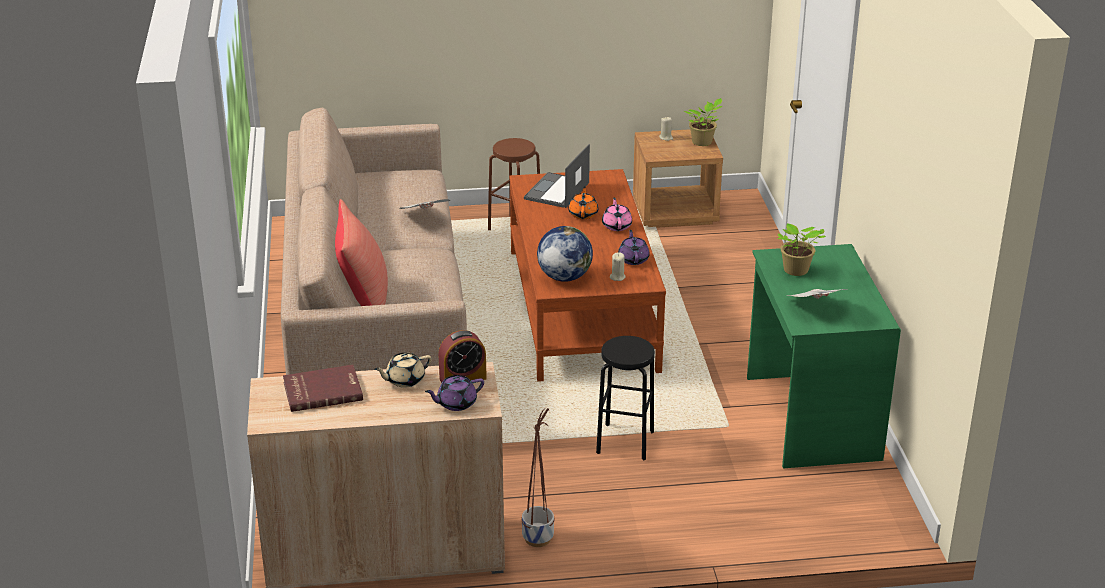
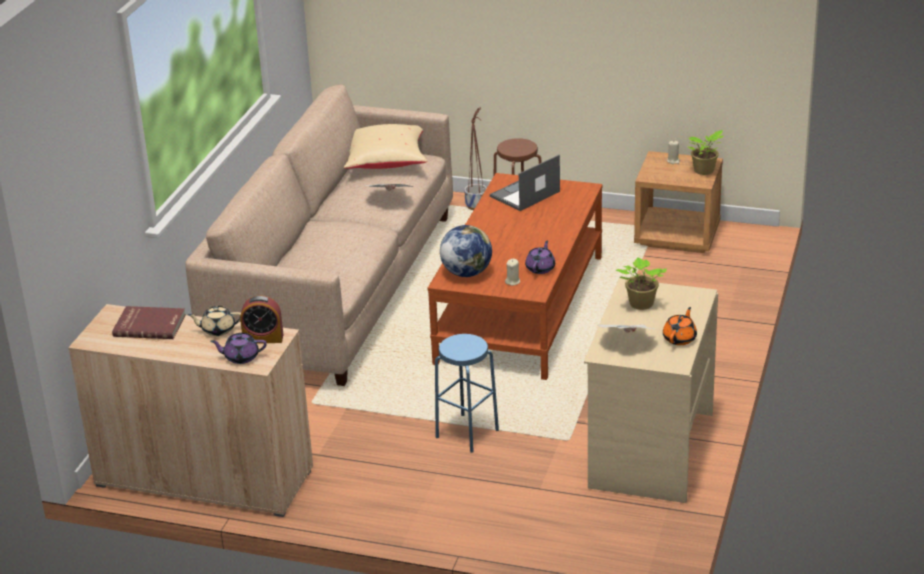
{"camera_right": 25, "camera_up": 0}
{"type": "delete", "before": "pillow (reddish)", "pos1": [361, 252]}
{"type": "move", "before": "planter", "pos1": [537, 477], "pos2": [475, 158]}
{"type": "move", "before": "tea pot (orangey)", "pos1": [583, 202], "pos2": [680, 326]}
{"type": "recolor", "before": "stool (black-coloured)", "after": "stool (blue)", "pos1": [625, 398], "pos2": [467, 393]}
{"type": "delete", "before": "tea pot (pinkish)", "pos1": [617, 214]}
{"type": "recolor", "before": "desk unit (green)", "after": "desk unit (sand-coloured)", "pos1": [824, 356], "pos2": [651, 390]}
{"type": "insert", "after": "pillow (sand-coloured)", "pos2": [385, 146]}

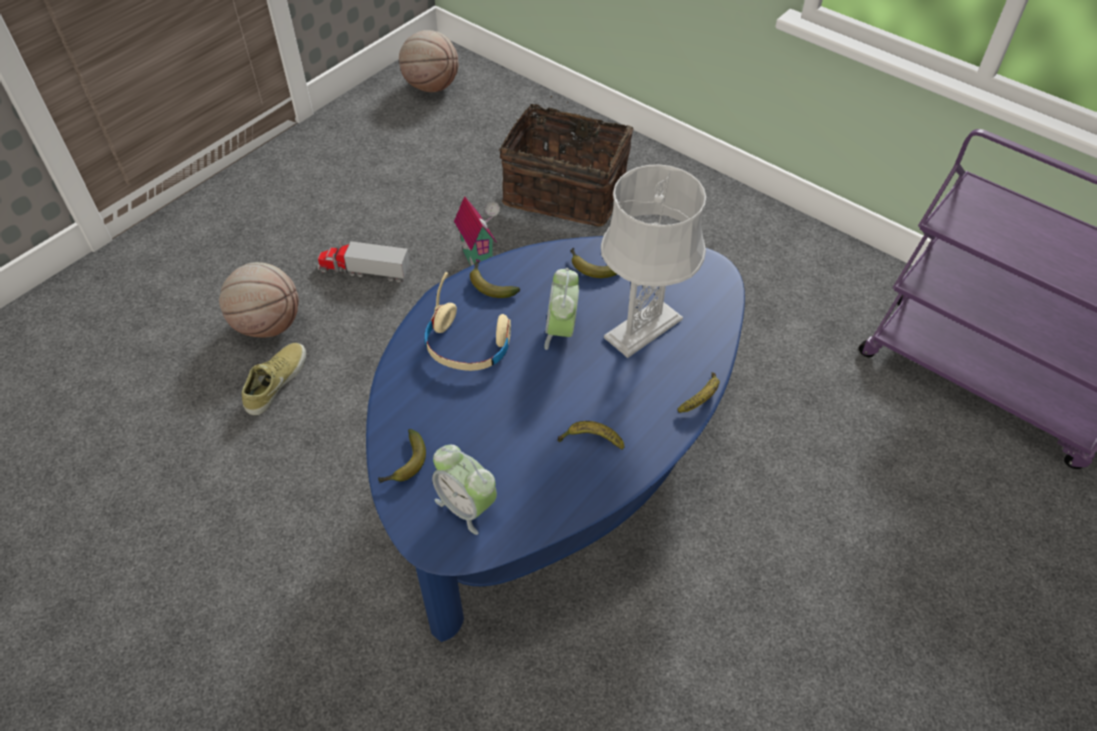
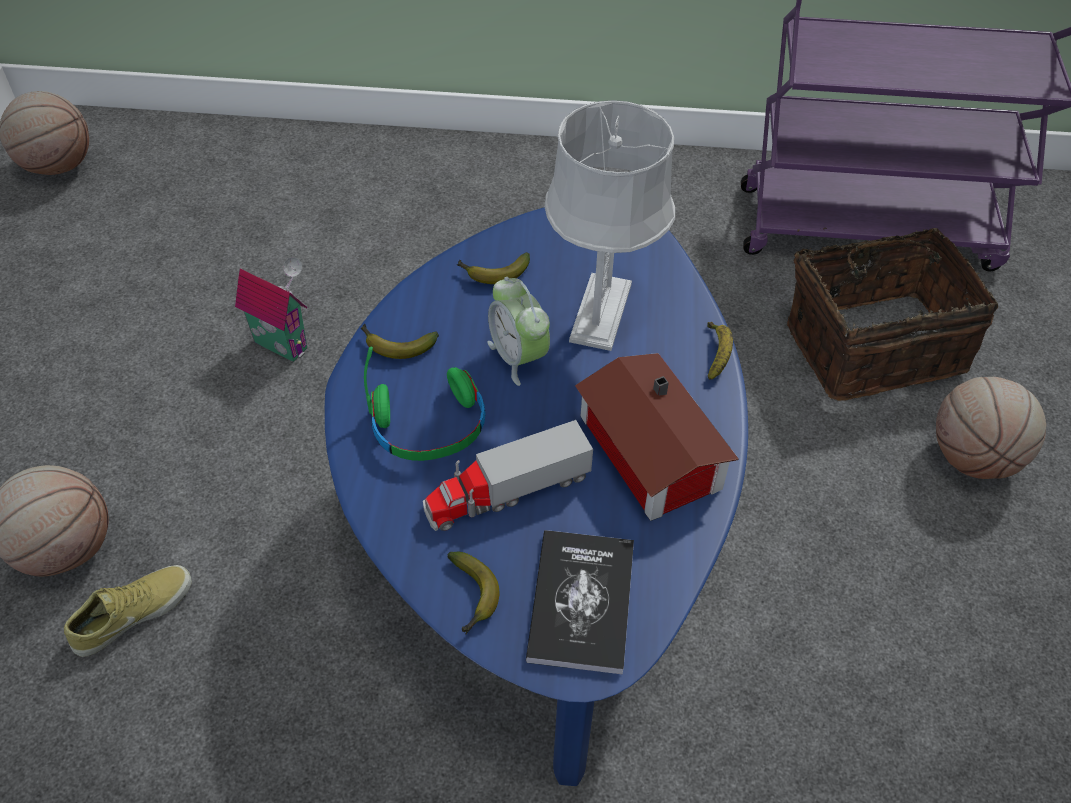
{"camera_right": -35, "camera_up": 0}
{"type": "rotate", "before": "item of footwear (sand-coloured)", "pos1": [274, 379], "pos2": [128, 611], "turn": 60}
{"type": "move", "before": "model truck", "pos1": [364, 261], "pos2": [508, 475]}
{"type": "recolor", "before": "pair of headphones (sand-coloured)", "after": "pair of headphones (green)", "pos1": [467, 321], "pos2": [425, 404]}
{"type": "replace", "before": "table clock", "after": "volume", "pos1": [464, 490], "pos2": [580, 602]}
{"type": "move", "before": "basket", "pos1": [566, 161], "pos2": [892, 314]}
{"type": "replace", "before": "banana", "after": "toy house", "pos1": [591, 435], "pos2": [657, 437]}
{"type": "insert", "after": "basketball", "pos2": [991, 428]}

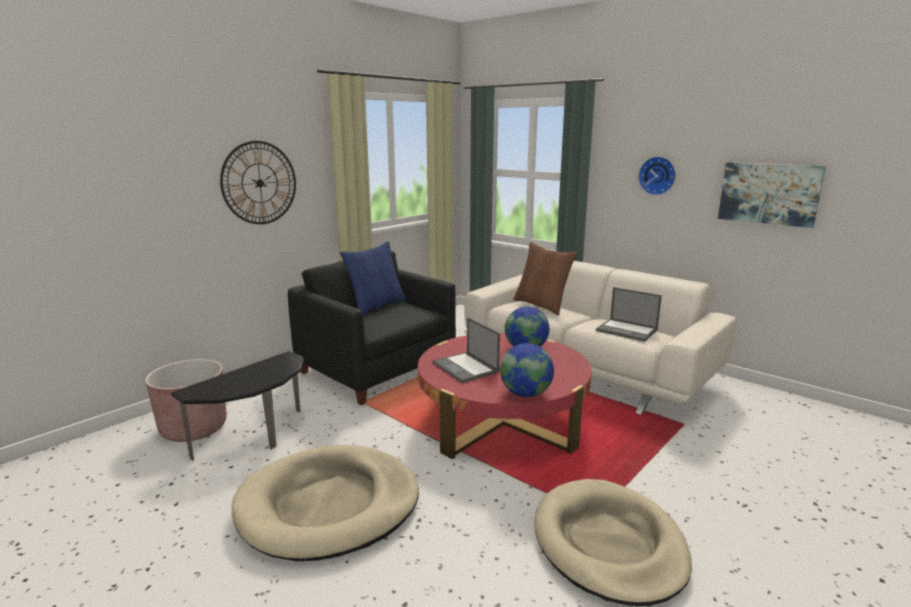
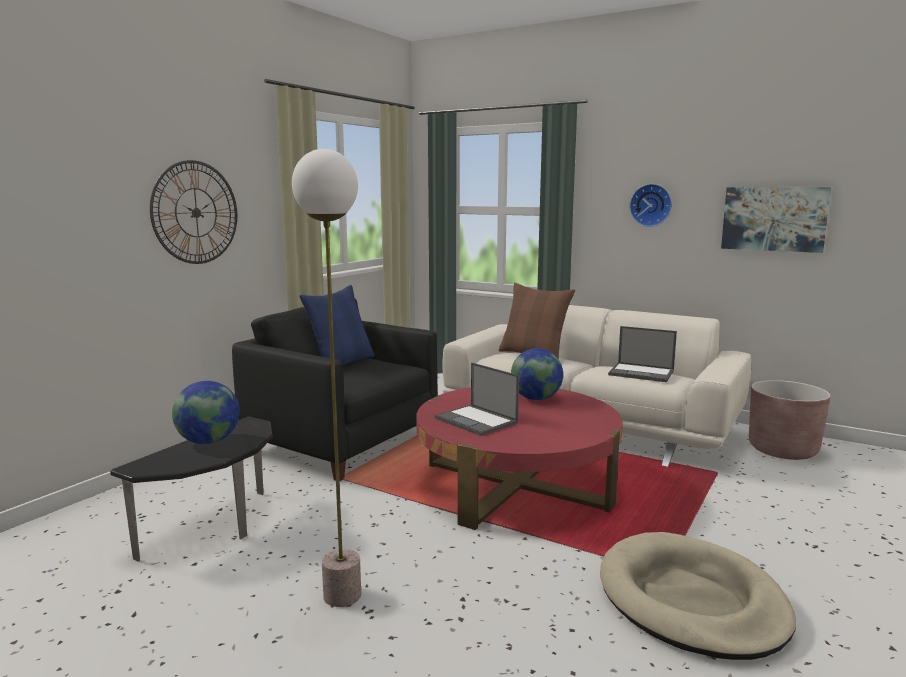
{"camera_right": -10, "camera_up": -5}
{"type": "move", "before": "planter (brown)", "pos1": [186, 400], "pos2": [790, 420]}
{"type": "replace", "before": "dog bed (sand-coloured)", "after": "floor lamp", "pos1": [325, 503], "pos2": [326, 378]}
{"type": "move", "before": "world globe", "pos1": [527, 370], "pos2": [206, 412]}

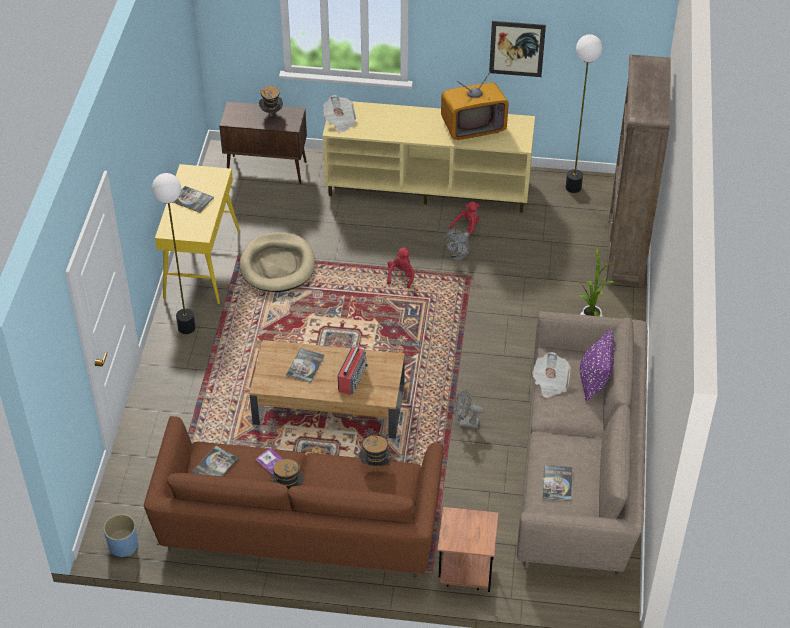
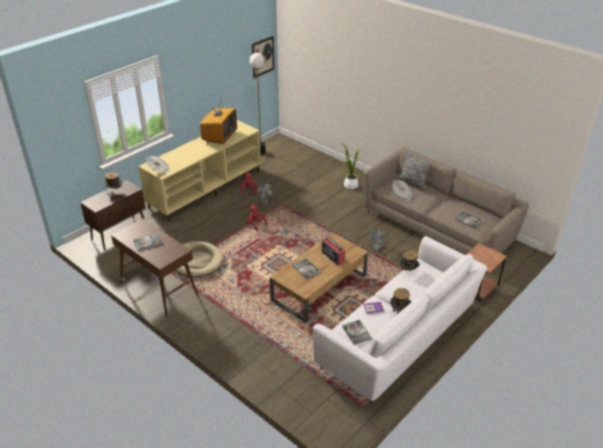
{"camera_right": -55, "camera_up": -10}
{"type": "delete", "before": "planter (blue)", "pos1": [120, 535]}
{"type": "recolor", "before": "sofa (brown)", "after": "sofa (white-coloured)", "pos1": [293, 497], "pos2": [400, 320]}
{"type": "delete", "before": "floor lamp", "pos1": [174, 253]}
{"type": "recolor", "before": "hall table (yellow-coloured)", "after": "hall table (brown)", "pos1": [197, 234], "pos2": [154, 268]}
{"type": "move", "before": "wall art", "pos1": [517, 49], "pos2": [263, 57]}
{"type": "recolor", "before": "pillow (purplish)", "after": "pillow (greyish)", "pos1": [597, 365], "pos2": [415, 172]}
{"type": "delete", "before": "bookcase (brown)", "pos1": [638, 171]}

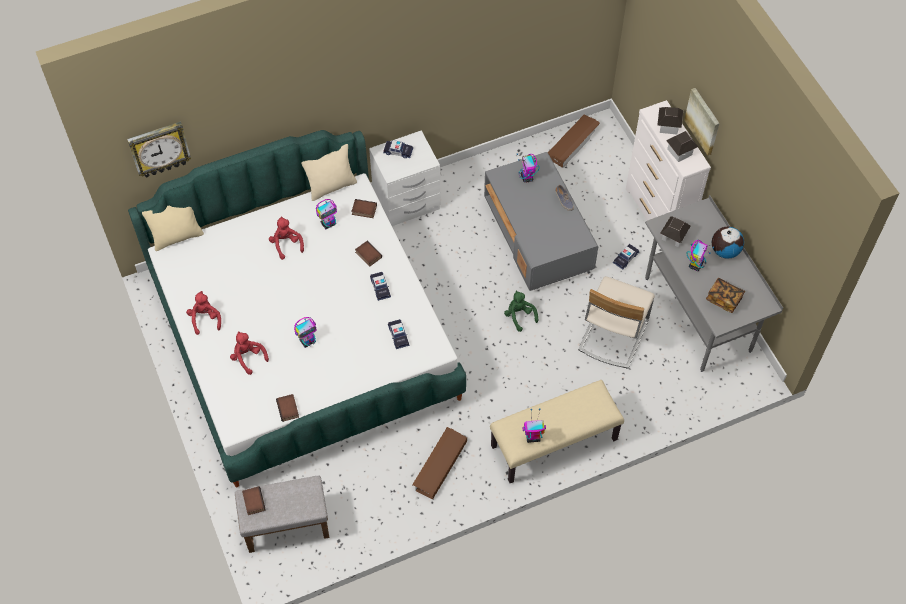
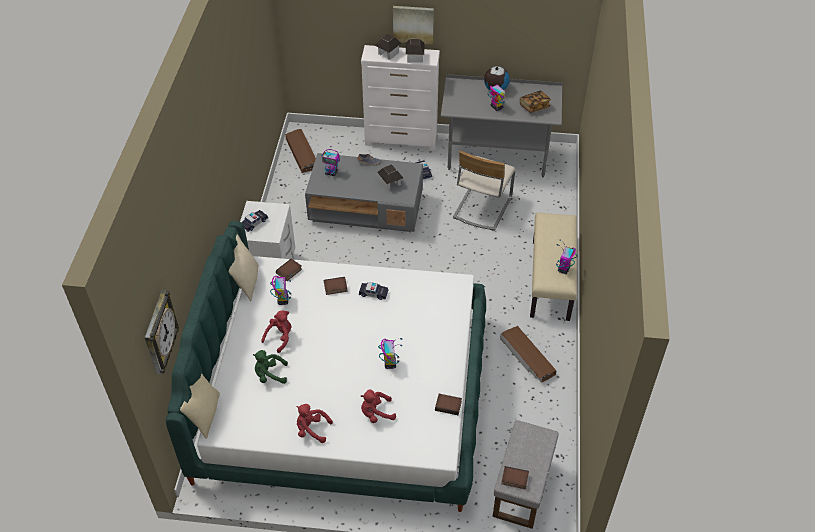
{"camera_right": -60, "camera_up": -10}
{"type": "rotate", "before": "plush toy (reddish)", "pos1": [286, 238], "pos2": [276, 331], "turn": 120}
{"type": "delete", "before": "toy car", "pos1": [398, 334]}
{"type": "move", "before": "plush toy (green)", "pos1": [521, 311], "pos2": [270, 367]}
{"type": "rotate", "before": "chair (sand-coloured)", "pos1": [616, 323], "pos2": [484, 190], "turn": 60}
{"type": "move", "before": "toy house", "pos1": [675, 231], "pos2": [390, 177]}

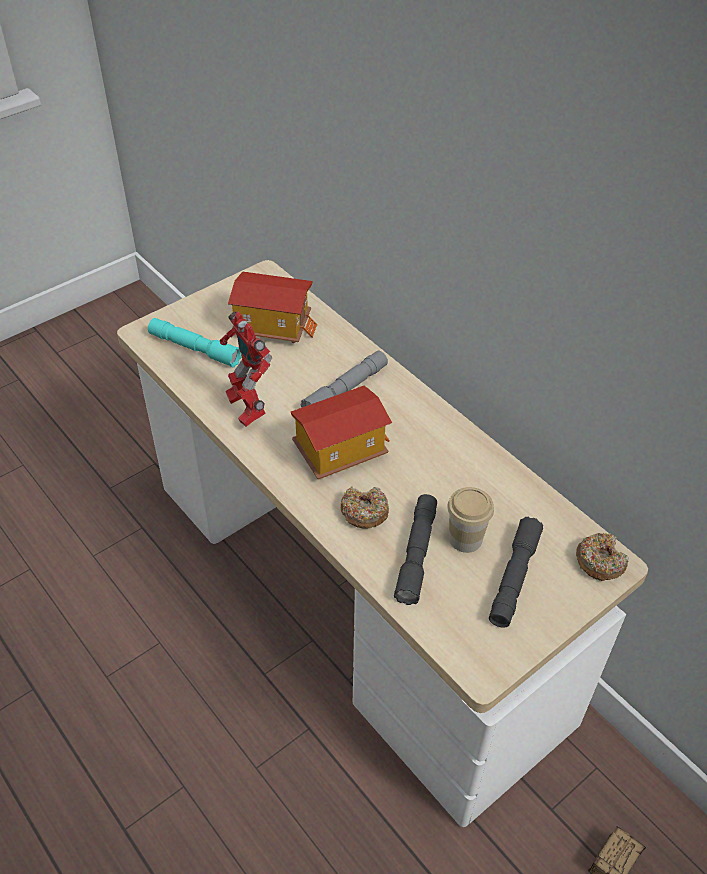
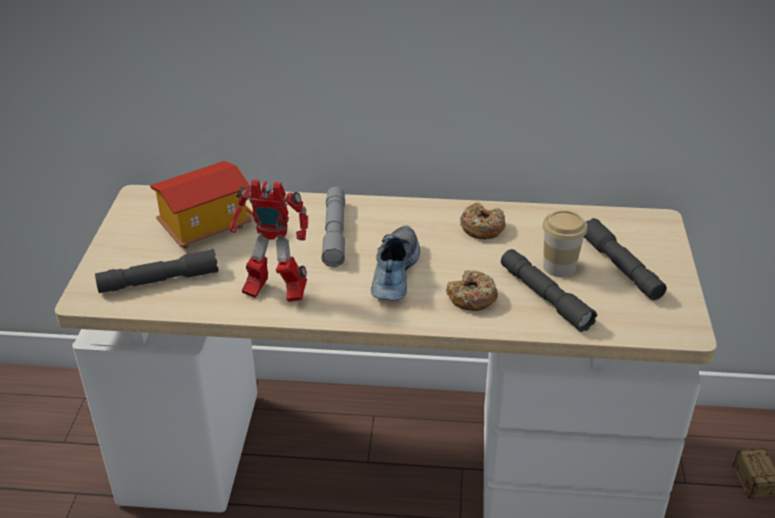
{"camera_right": -45, "camera_up": -10}
{"type": "recolor", "before": "hand torch (turquoise-coloured)", "after": "hand torch (greyish)", "pos1": [195, 342], "pos2": [156, 271]}
{"type": "replace", "before": "toy house", "after": "item of footwear", "pos1": [341, 432], "pos2": [395, 263]}
{"type": "move", "before": "ring doughnut", "pos1": [602, 557], "pos2": [483, 221]}

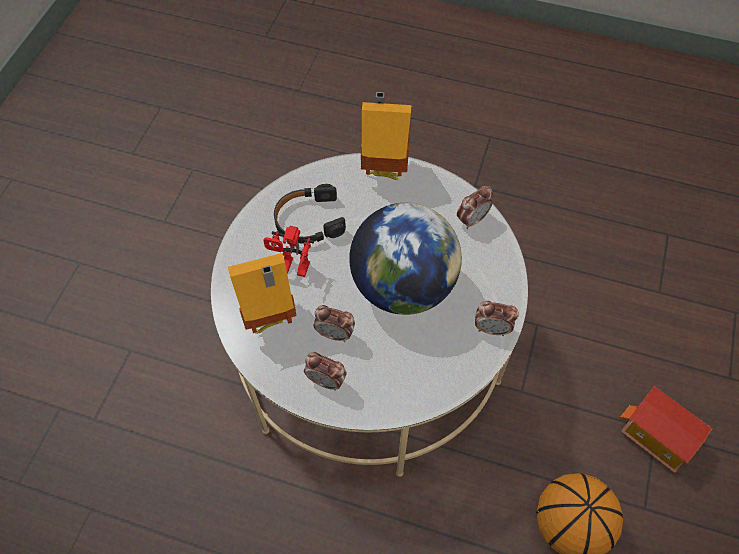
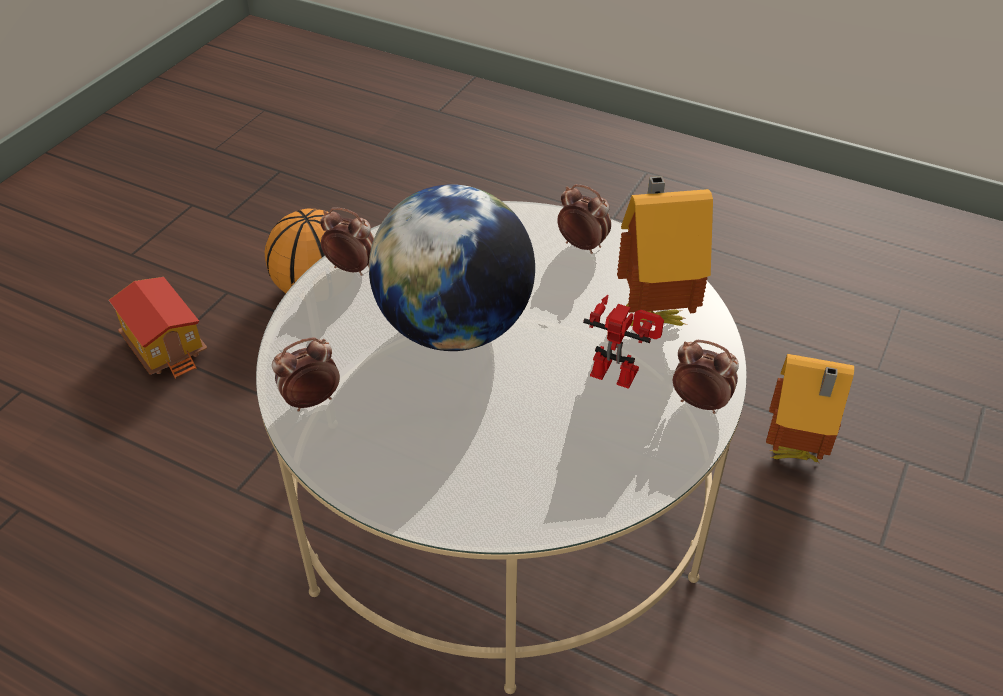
{"camera_right": -170, "camera_up": -15}
{"type": "delete", "before": "pair of headphones (black-coloured)", "pos1": [310, 213]}
{"type": "move", "before": "table clock", "pos1": [334, 323], "pos2": [706, 377]}
{"type": "move", "before": "toy house", "pos1": [386, 136], "pos2": [810, 408]}

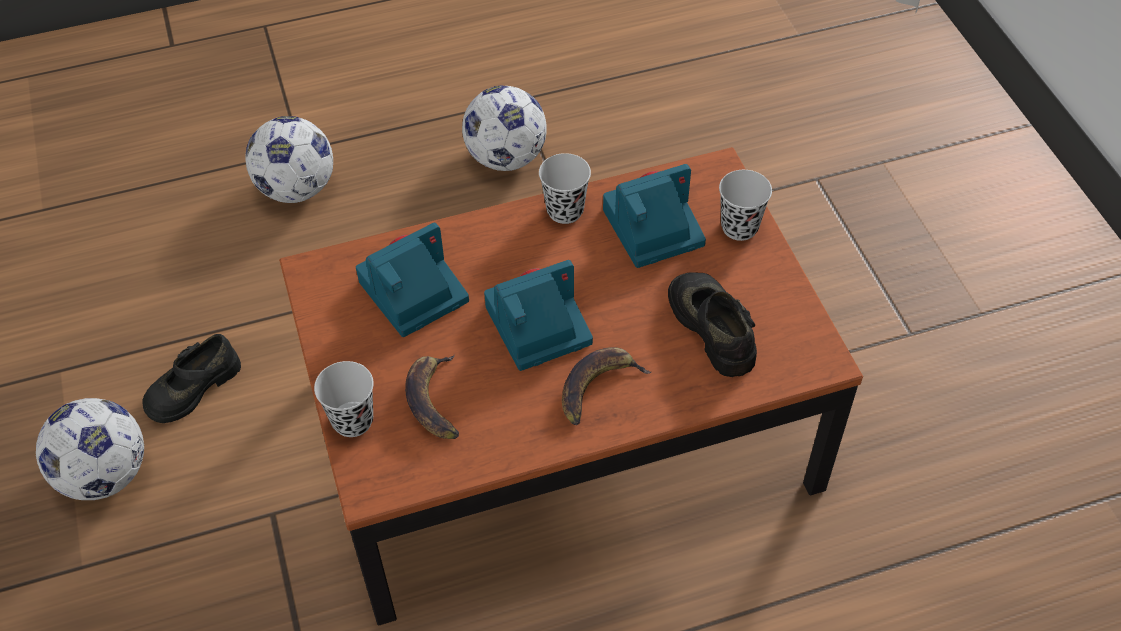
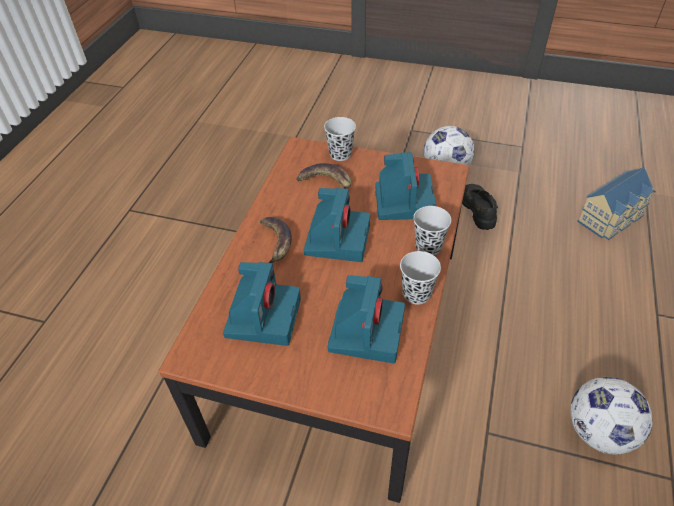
{"camera_right": 125, "camera_up": -5}
{"type": "delete", "before": "football ball", "pos1": [289, 159]}
{"type": "replace", "before": "item of footwear (black-coloured)", "after": "still camera", "pos1": [712, 324], "pos2": [262, 304]}
{"type": "move", "before": "cup (black-coloured)", "pos1": [745, 205], "pos2": [432, 230]}
{"type": "insert", "after": "toy house", "pos2": [616, 204]}

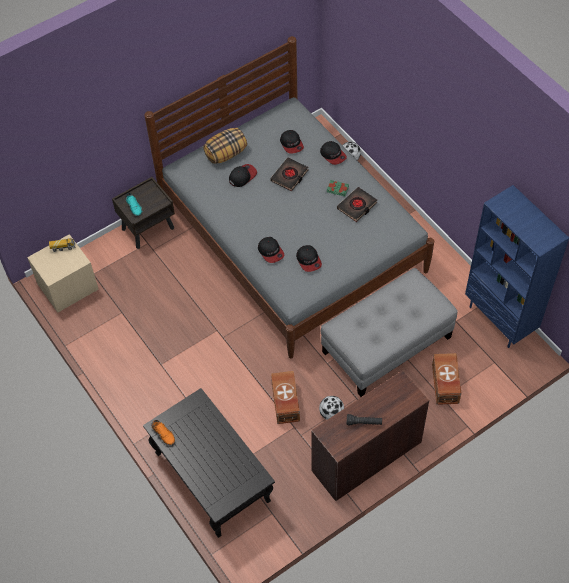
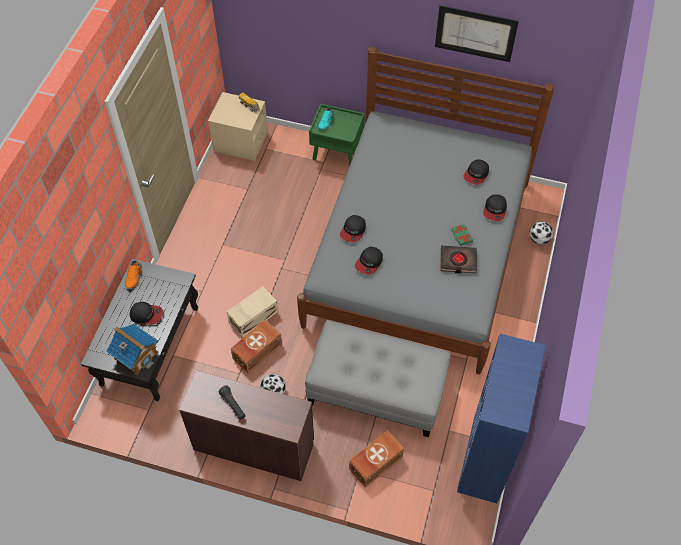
{"camera_right": 50, "camera_up": 0}
{"type": "recolor", "before": "night table (brown)", "after": "night table (green)", "pos1": [143, 213], "pos2": [337, 134]}
{"type": "delete", "before": "pillow", "pos1": [225, 146]}
{"type": "move", "before": "cap", "pos1": [243, 175], "pos2": [146, 313]}
{"type": "delete", "before": "volume (black-coloured)", "pos1": [289, 174]}
{"type": "insert", "after": "toy house", "pos2": [132, 349]}
{"type": "insert", "after": "storage container (sand-coloured)", "pos2": [252, 312]}
{"type": "insert", "after": "wall art", "pos2": [477, 33]}

